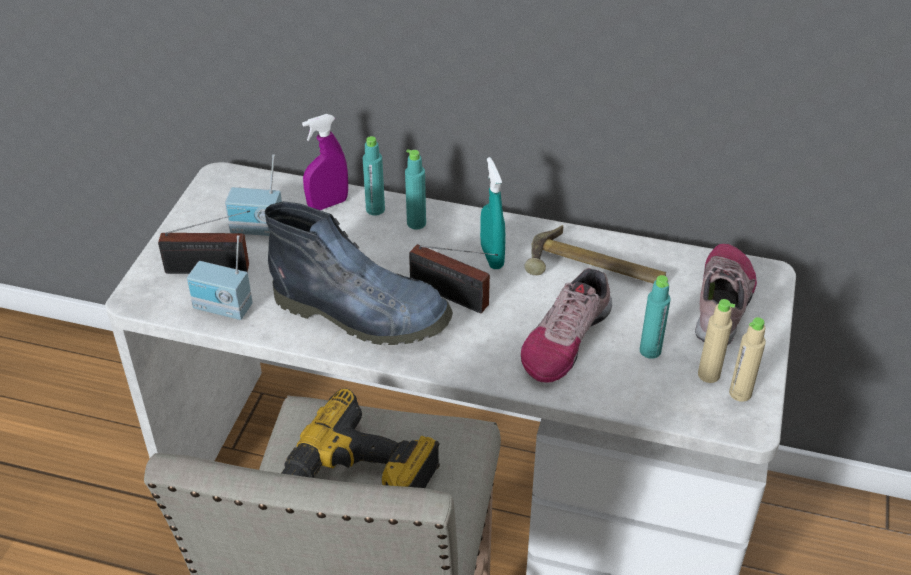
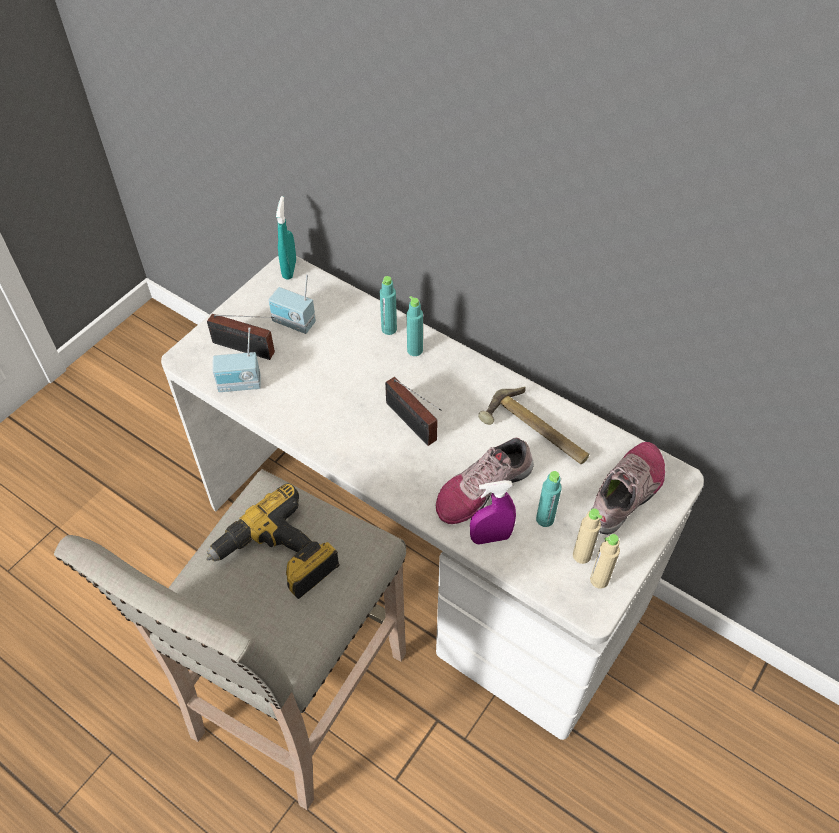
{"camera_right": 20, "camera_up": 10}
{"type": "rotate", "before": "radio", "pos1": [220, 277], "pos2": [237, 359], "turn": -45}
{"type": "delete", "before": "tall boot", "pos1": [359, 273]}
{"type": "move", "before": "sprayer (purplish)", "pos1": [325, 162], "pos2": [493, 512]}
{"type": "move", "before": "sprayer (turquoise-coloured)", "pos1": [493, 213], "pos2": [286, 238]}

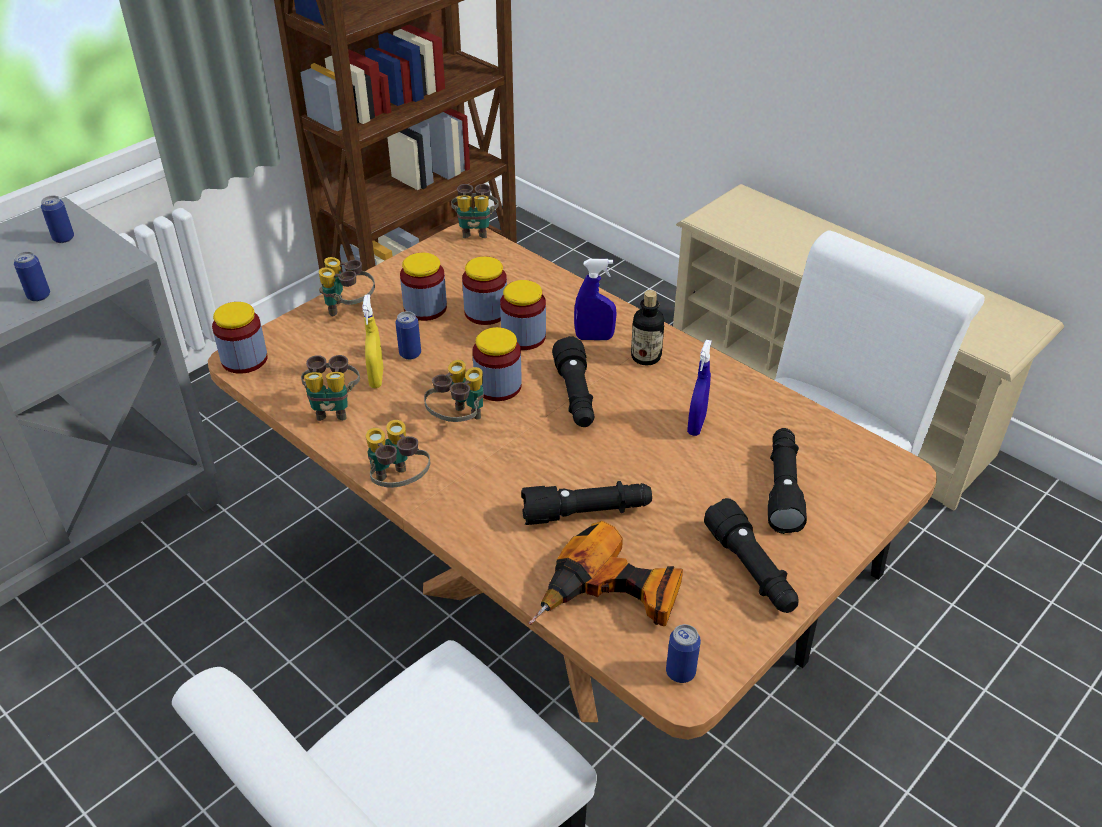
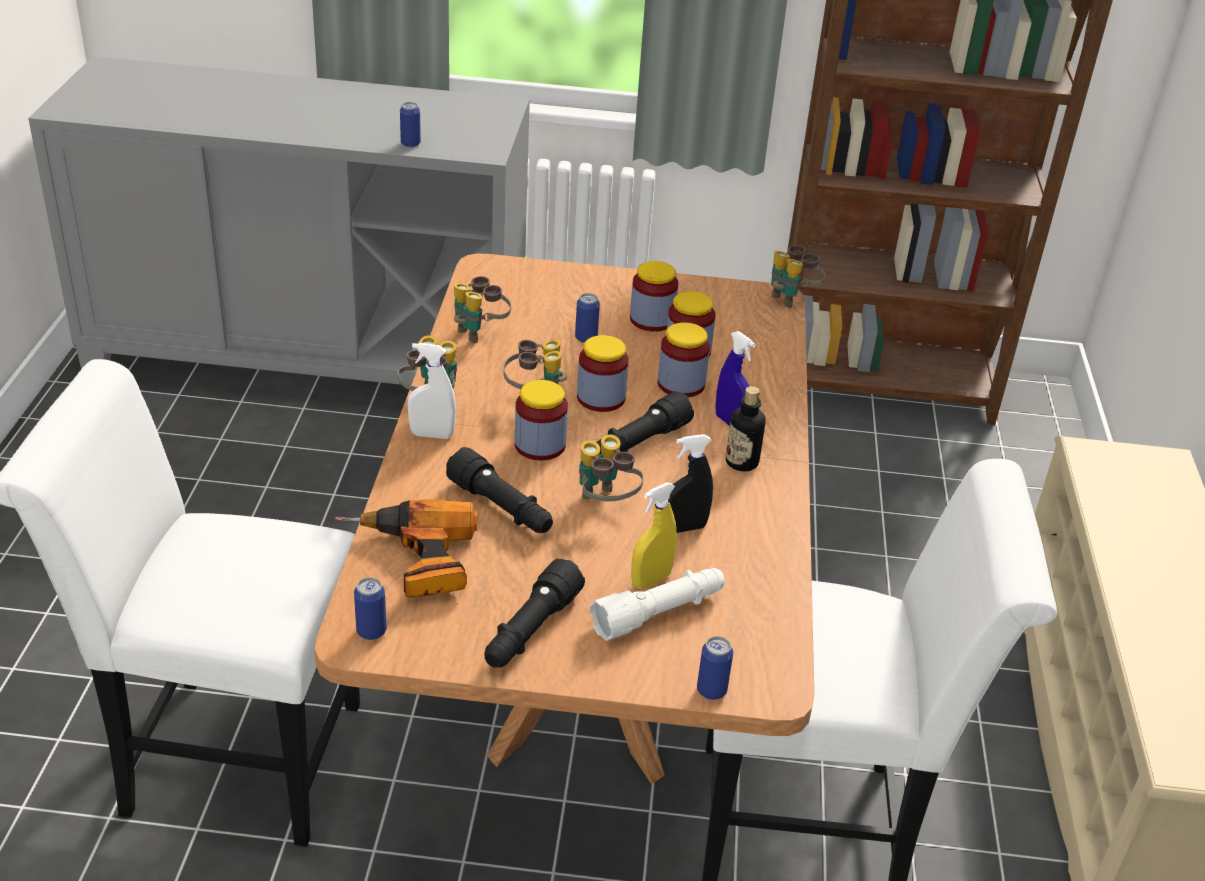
{"camera_right": 50, "camera_up": -5}
{"type": "move", "before": "can", "pos1": [57, 219], "pos2": [715, 668]}
{"type": "move", "before": "storage jar", "pos1": [240, 338], "pos2": [541, 420]}
{"type": "move", "before": "binoculars", "pos1": [347, 286], "pos2": [611, 468]}
{"type": "move", "before": "sprayer (yellow-coloured)", "pos1": [372, 341], "pos2": [654, 535]}
{"type": "recolor", "before": "sprayer (blue)", "after": "sprayer (black-coloured)", "pos1": [699, 388], "pos2": [690, 483]}
{"type": "recolor", "before": "hand torch (black-coloured)", "after": "hand torch (white-coloured)", "pos1": [787, 481], "pos2": [657, 604]}
{"type": "insert", "after": "sprayer (white-coloured)", "pos2": [432, 391]}

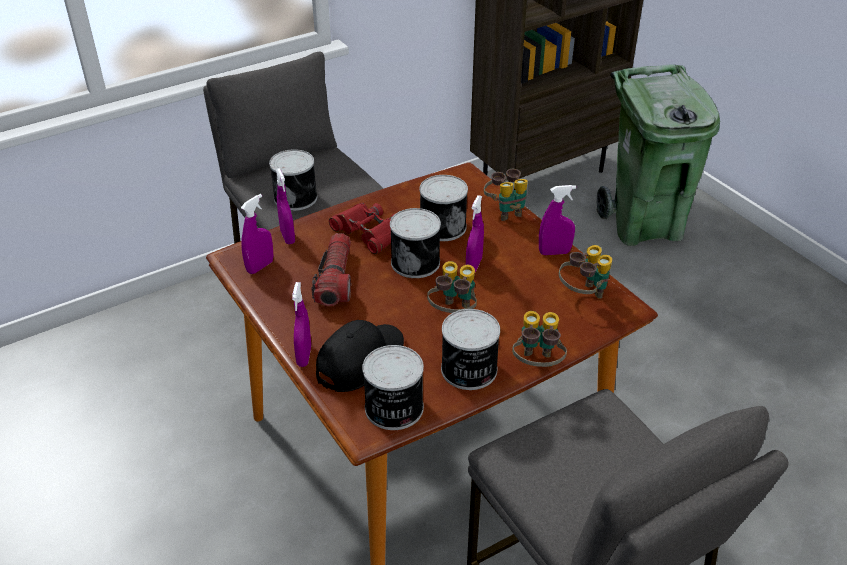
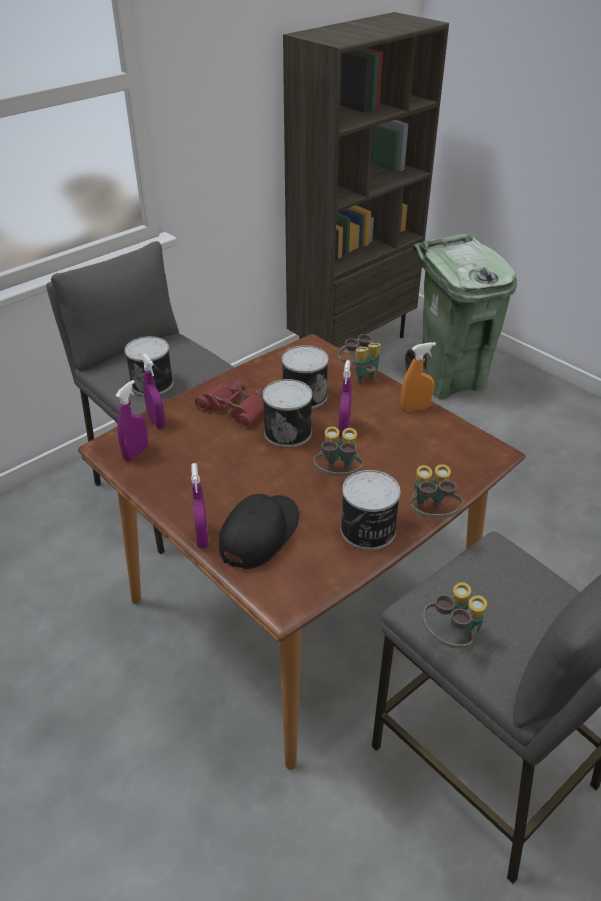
{"camera_right": -10, "camera_up": 0}
{"type": "delete", "before": "hand torch", "pos1": [331, 269]}
{"type": "delete", "before": "can", "pos1": [393, 387]}
{"type": "recolor", "before": "sprayer (purplish)", "after": "sprayer (orangey)", "pos1": [557, 220], "pos2": [418, 377]}
{"type": "move", "before": "binoculars", "pos1": [585, 272], "pos2": [455, 615]}

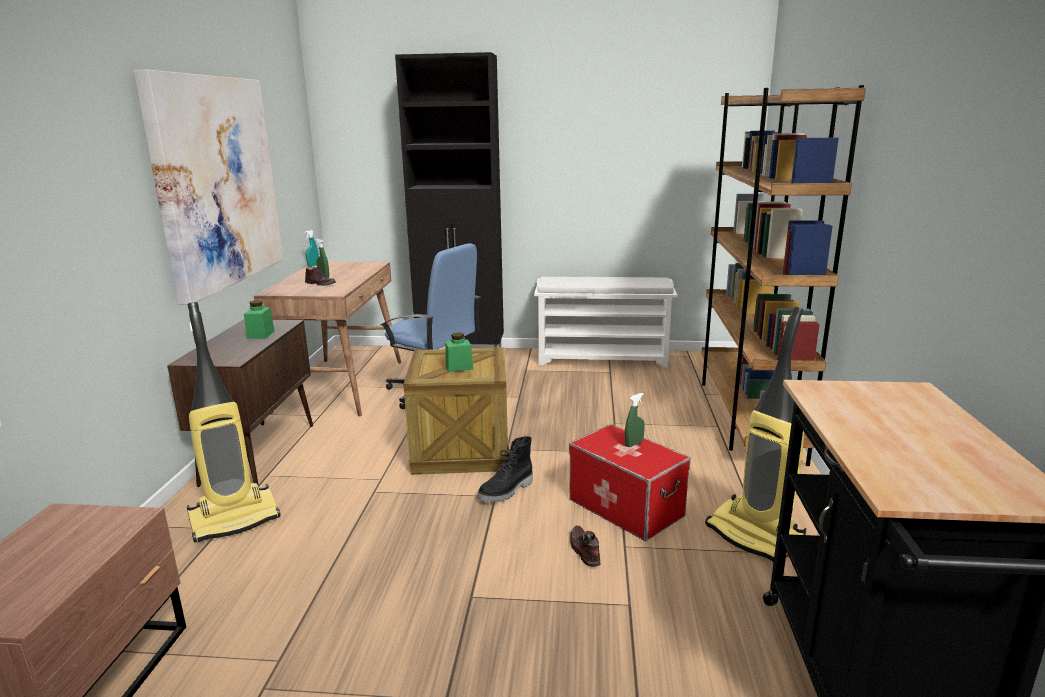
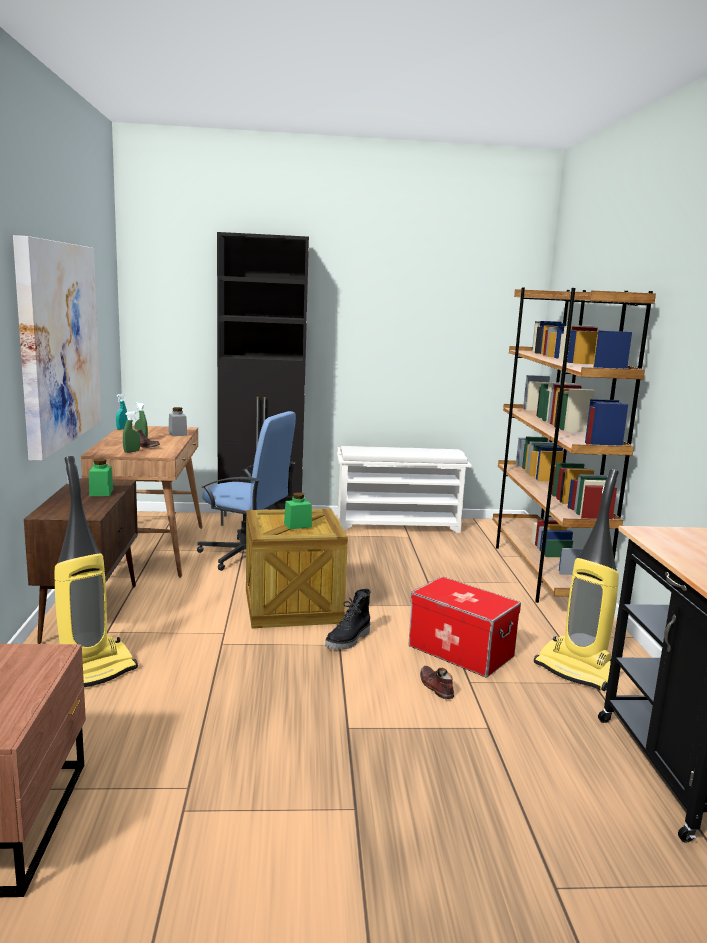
{"camera_right": -10, "camera_up": -5}
{"type": "move", "before": "sprayer (green)", "pos1": [635, 420], "pos2": [131, 432]}
{"type": "insert", "after": "storage jar (greyish)", "pos2": [178, 421]}

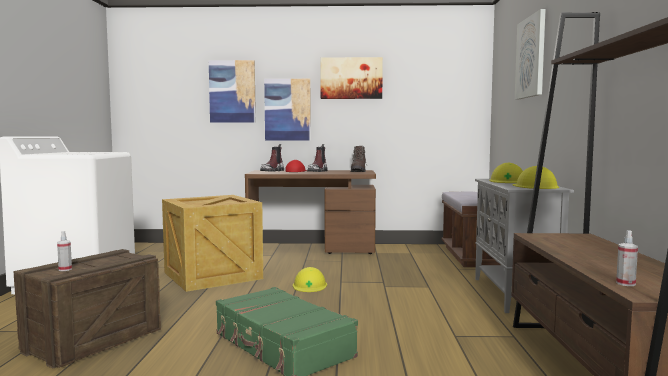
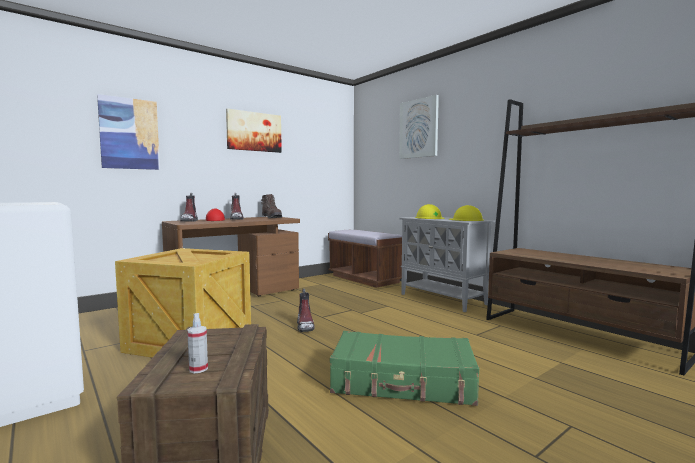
{"camera_right": -40, "camera_up": 0}
{"type": "delete", "before": "wall art", "pos1": [287, 110]}
{"type": "replace", "before": "hard hat (yellow-coloured)", "after": "tall boot", "pos1": [310, 279], "pos2": [305, 310]}
{"type": "delete", "before": "sprayer", "pos1": [627, 258]}

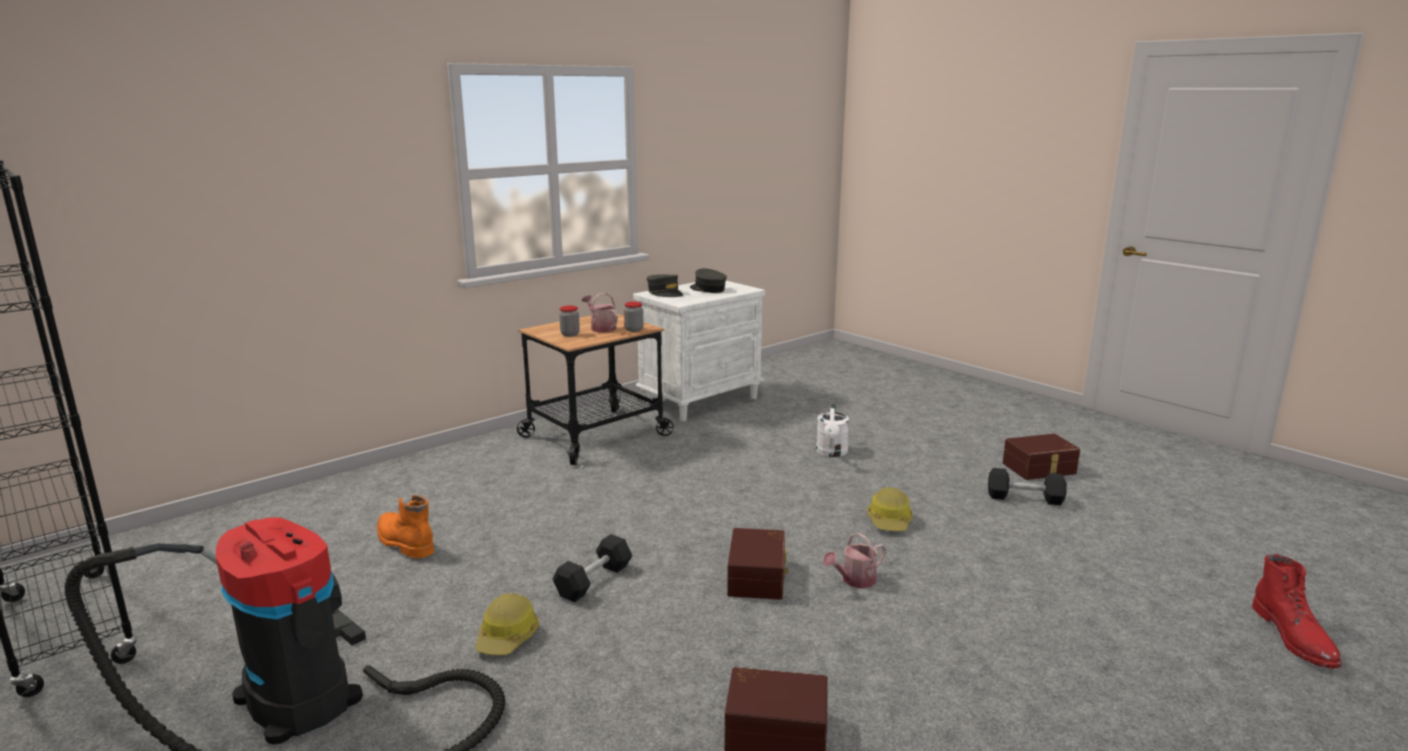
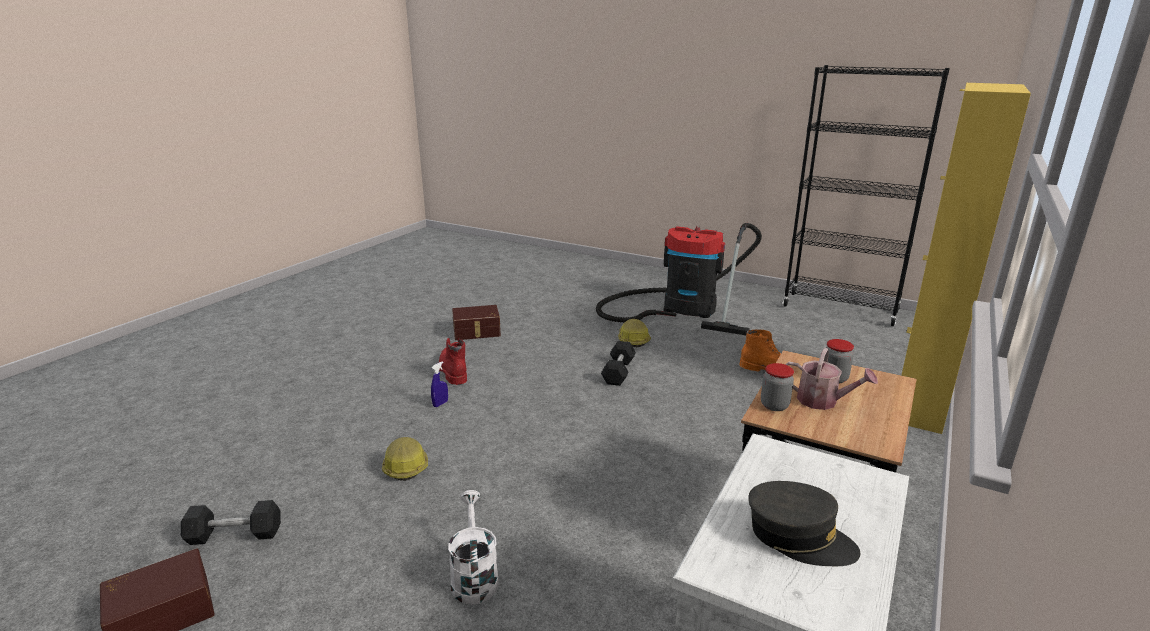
{"camera_right": 160, "camera_up": 5}
{"type": "delete", "before": "cap (greyish)", "pos1": [665, 285]}
{"type": "delete", "before": "storage container (brown)", "pos1": [758, 564]}
{"type": "replace", "before": "watering pot", "after": "sprayer (blue)", "pos1": [854, 560], "pos2": [439, 384]}
{"type": "move", "before": "tall boot (reddish)", "pos1": [1297, 611], "pos2": [453, 361]}
{"type": "insert", "after": "storage cabinet (yellow-coloured)", "pos2": [966, 258]}

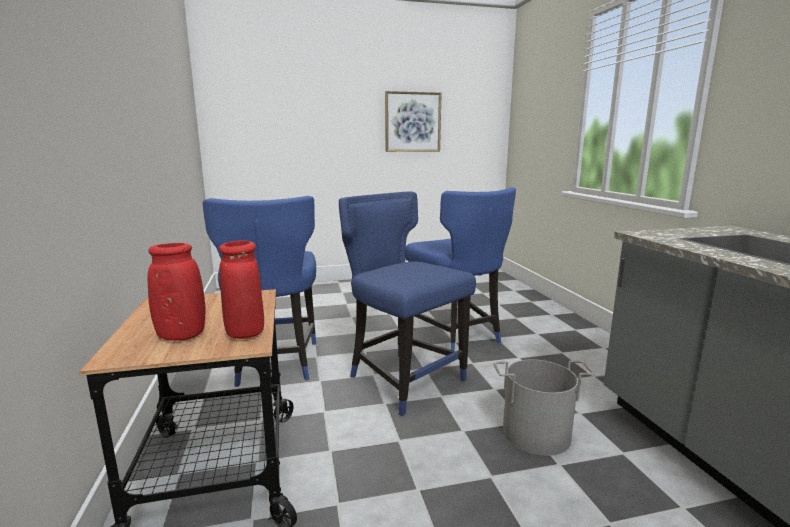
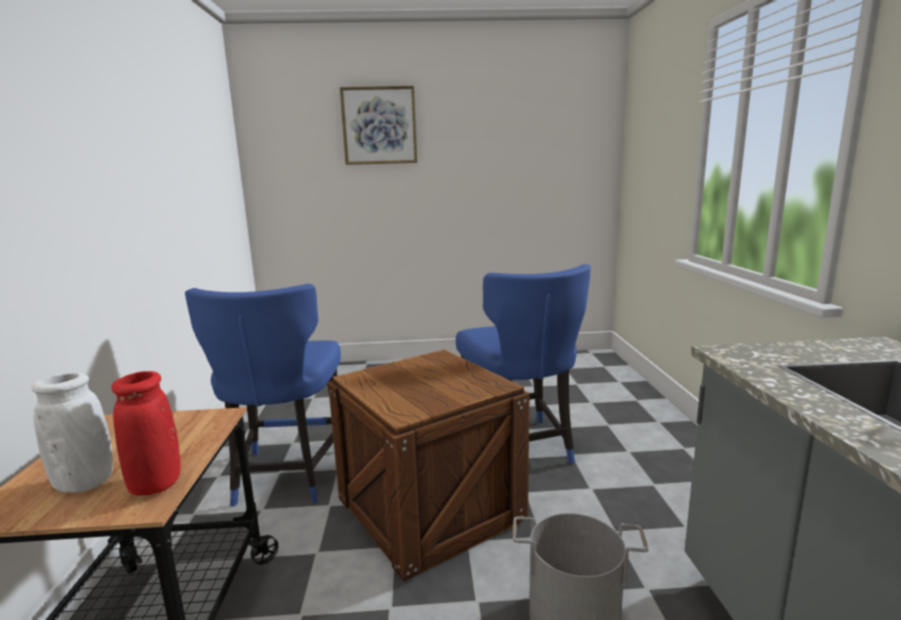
{"camera_right": 10, "camera_up": 0}
{"type": "recolor", "before": "vase (reddish)", "after": "vase (white-coloured)", "pos1": [176, 292], "pos2": [72, 433]}
{"type": "replace", "before": "chair (blue)", "after": "crate", "pos1": [407, 304], "pos2": [429, 465]}
{"type": "move", "before": "wall art", "pos1": [413, 121], "pos2": [378, 125]}

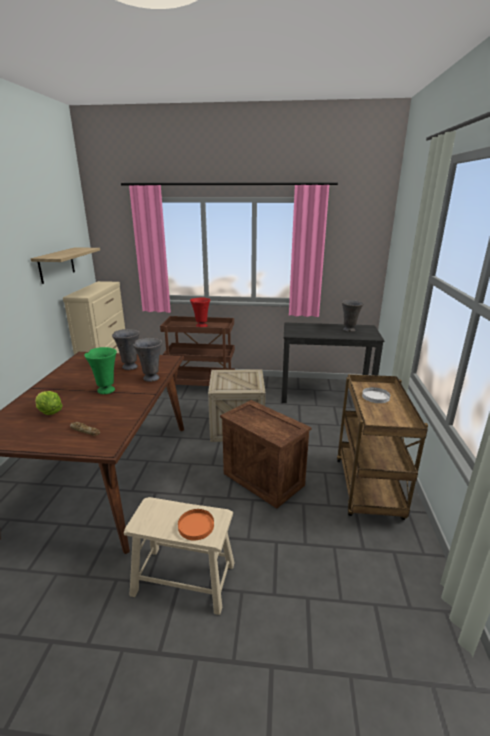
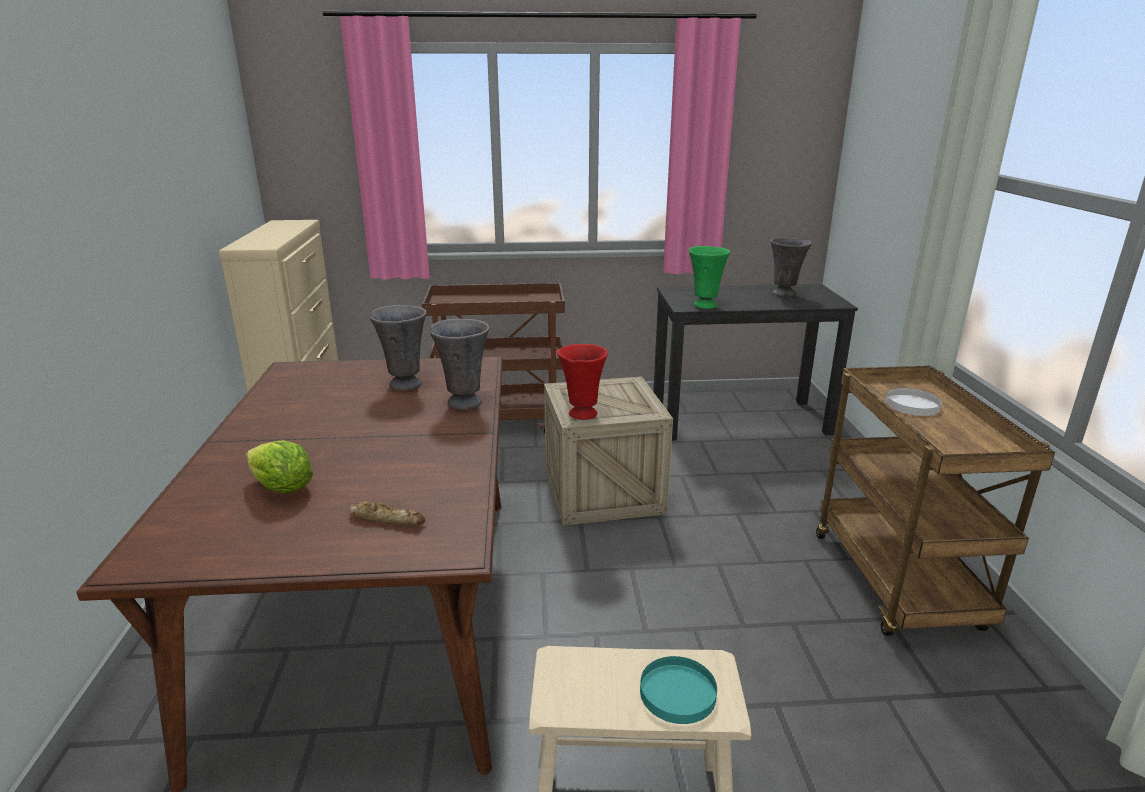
{"camera_right": -10, "camera_up": 0}
{"type": "delete", "before": "bracket shelf", "pos1": [65, 265]}
{"type": "move", "before": "vase (green)", "pos1": [100, 370], "pos2": [709, 277]}
{"type": "recolor", "before": "dinner plate (orangey)", "after": "dinner plate (turquoise-coloured)", "pos1": [196, 525], "pos2": [678, 690]}
{"type": "move", "before": "vase (reddish)", "pos1": [200, 312], "pos2": [582, 381]}
{"type": "delete", "before": "crate", "pos1": [266, 454]}

